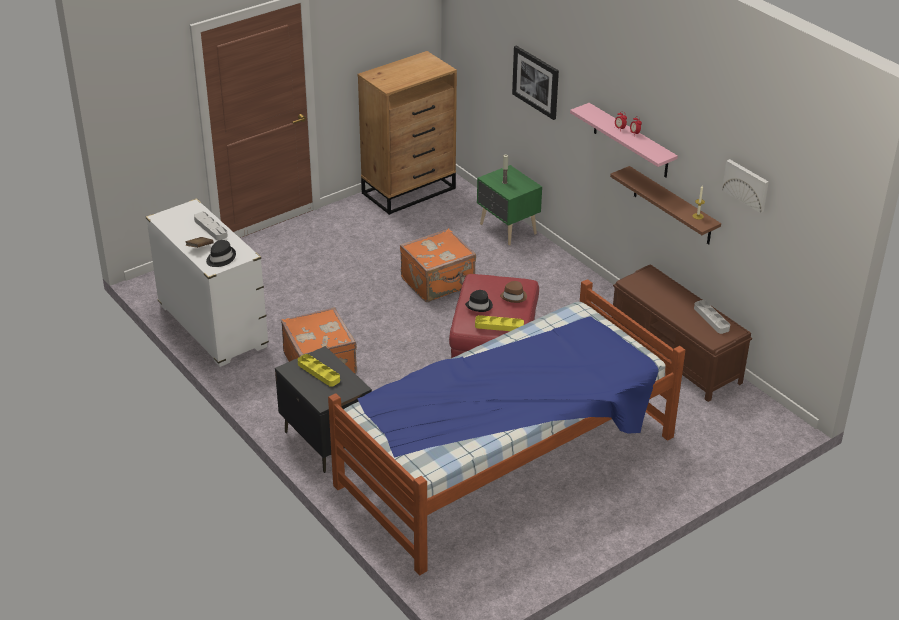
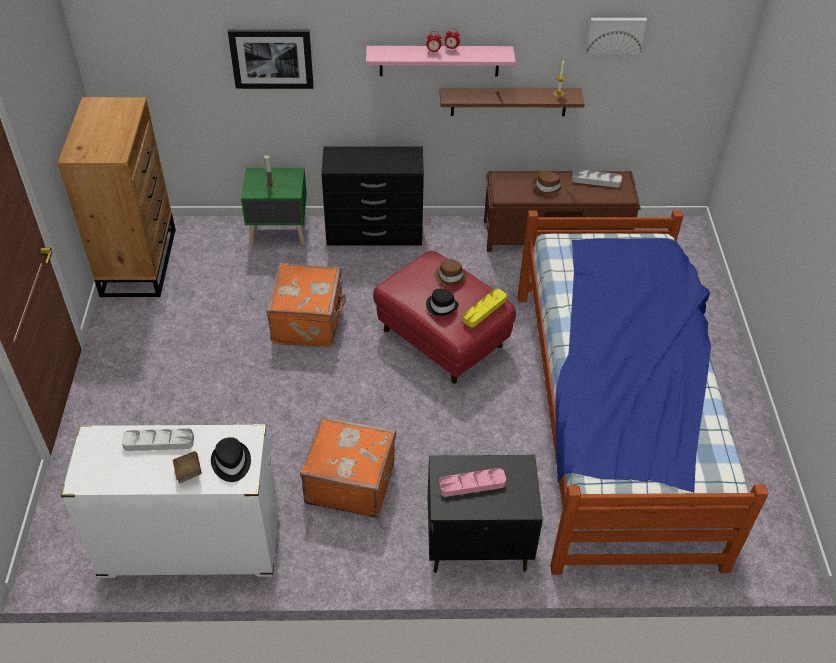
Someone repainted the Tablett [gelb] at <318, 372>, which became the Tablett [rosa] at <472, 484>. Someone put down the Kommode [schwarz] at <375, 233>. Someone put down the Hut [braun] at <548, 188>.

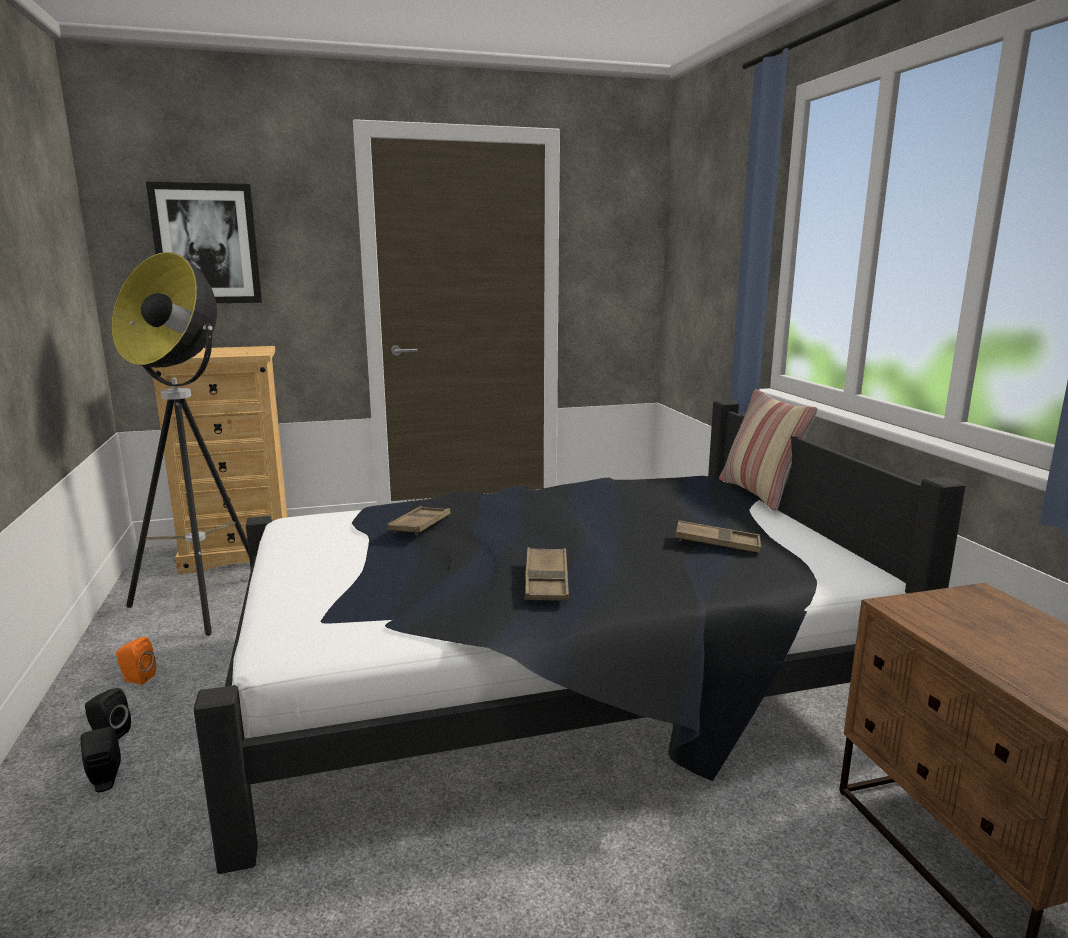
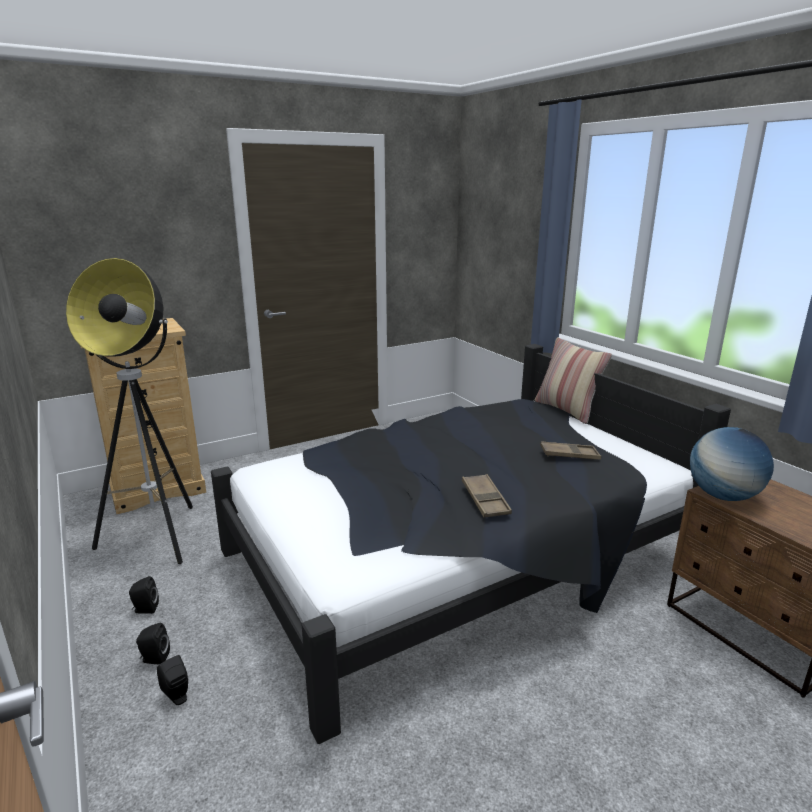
Someone took away the Bild at <206, 244>. Someone took away the Tablett [braun] at <420, 525>. Someone repainted the Lautsprecher [orange] at <137, 679>, which became the Lautsprecher [schwarz] at <145, 609>. Someone put down the Globus at <723, 496>.

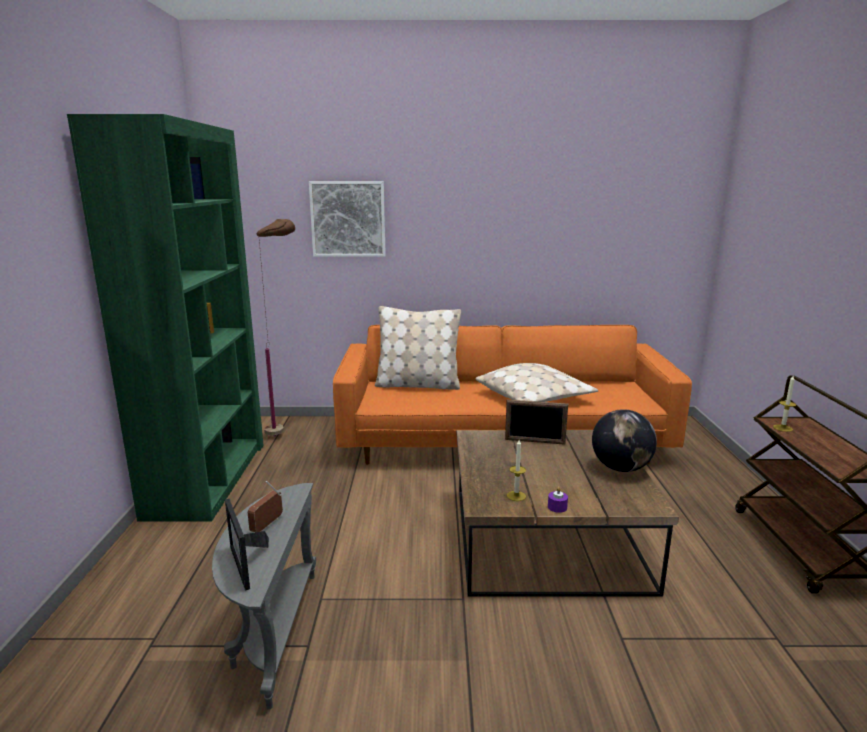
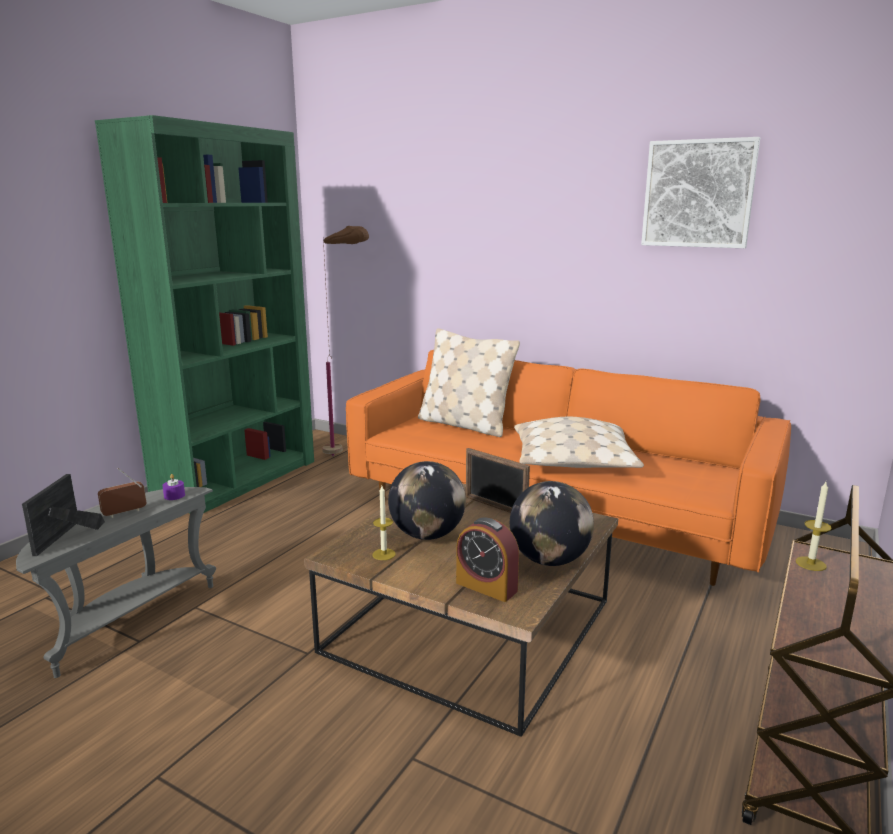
Someone carried the Bild from <348, 219> to <698, 194>. Someone carried the Kerze [lila] from <557, 507> to <174, 496>. Someone put down the Globus at <427, 535>. Someone put down the Wecker at <486, 586>.

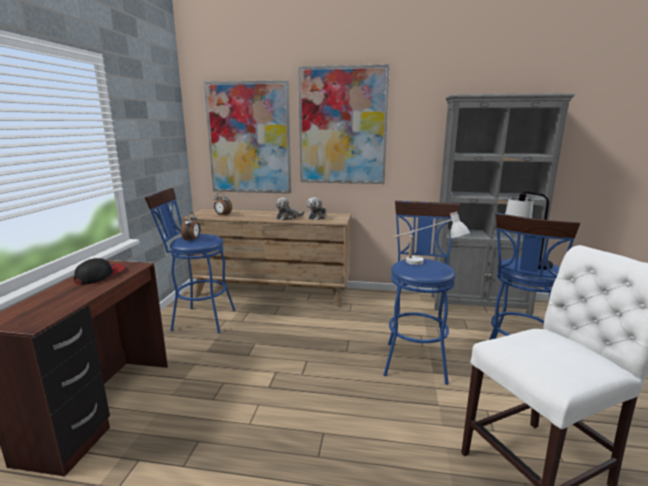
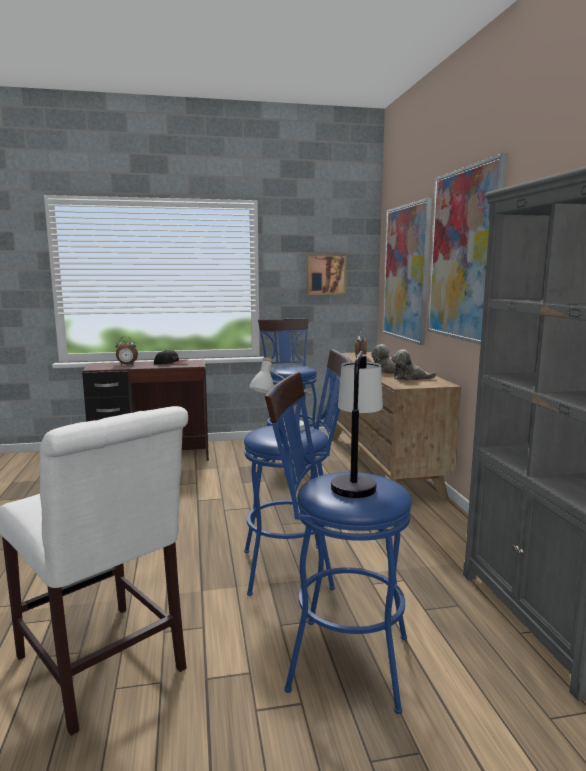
Someone carried the Wecker from <192, 240> to <127, 365>. Someone put up the Bild at <325, 274>.

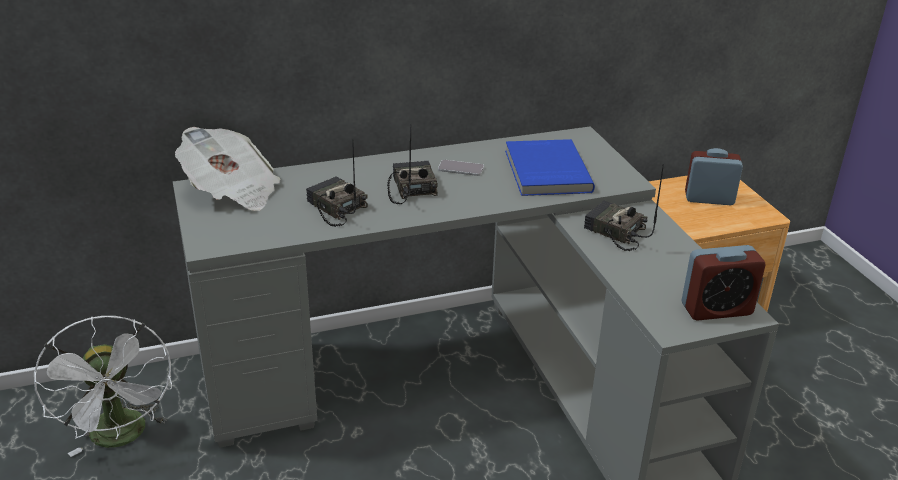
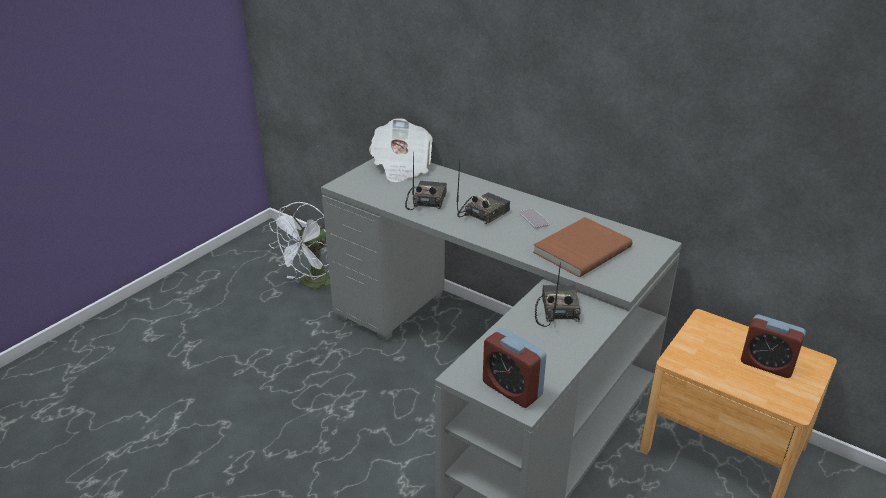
Someone repainted the Buch [blau] at <545, 171>, which became the Buch [braun] at <580, 249>. Someone rotated the Wecker at <709, 199> by 150 degrees clockwise.

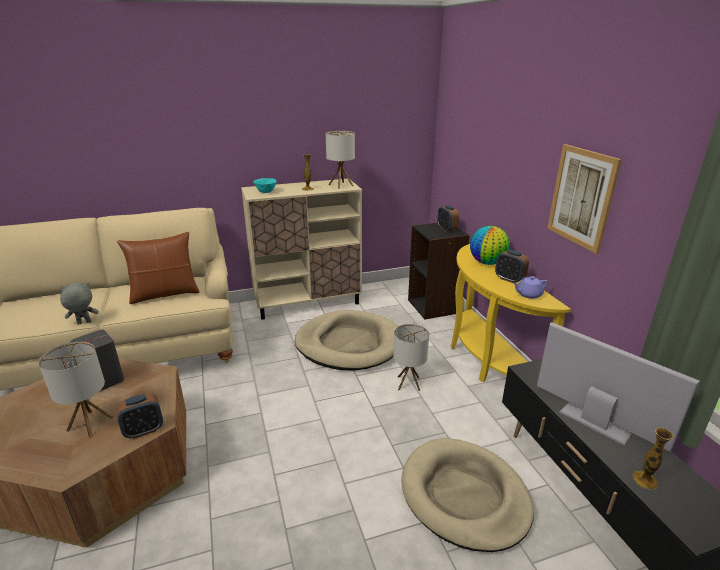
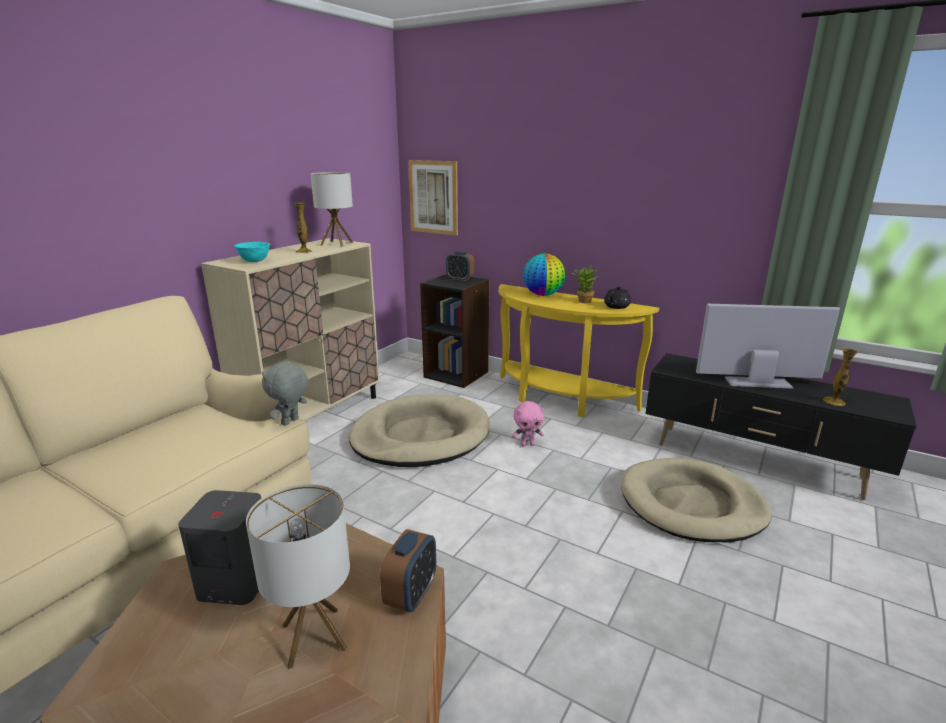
Someone carried the Bild from <581, 197> to <433, 197>. Someone took away the Kissen [braun] at <165, 294>. Someone swapped the Wecker at <509, 279> for the Topfpflanze at <582, 301>. Someone repainted the Teekanne [lila] at <528, 294>, which became the Teekanne [schwarz] at <616, 306>. Someone carried the Plüschtier [grau] from <84, 323> to <290, 422>. Someone swapped the Tischlampe at <409, 383> for the Plüschtier [rosa] at <527, 444>.

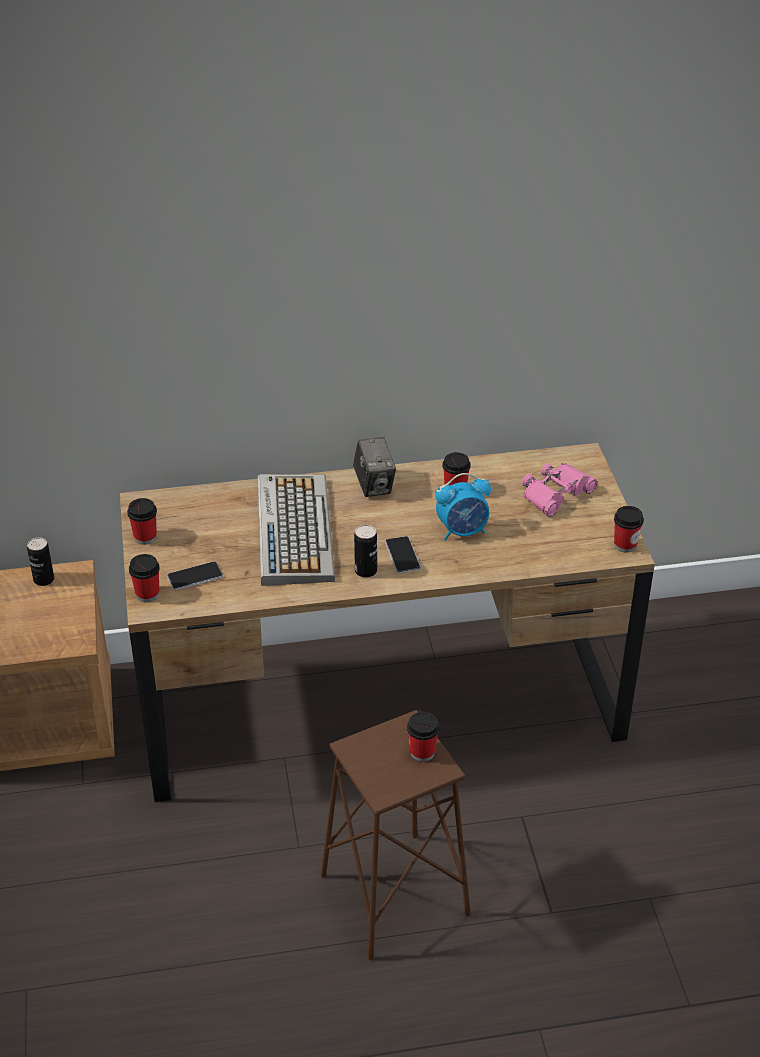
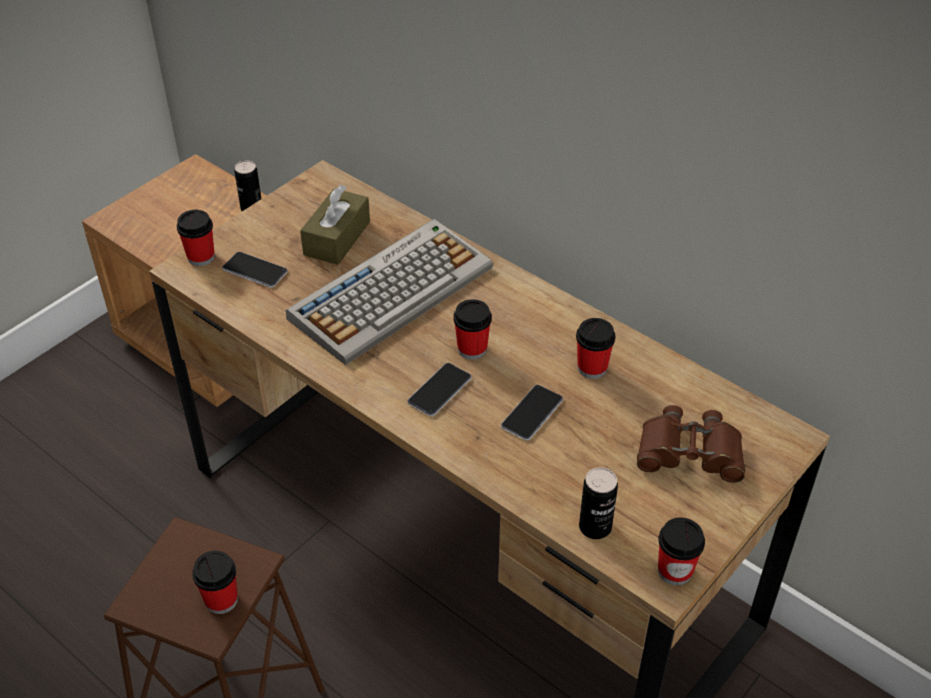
Someone took away the Kamera at <374, 485>. Someone repainted the Fernglas [rosa] at <555, 494>, which became the Fernglas [braun] at <689, 452>. Someone swapped the Wecker at <462, 531> for the Handy at <532, 413>. Someone carried the Tasse from <145, 537> to <472, 349>. Someone carried the Dose from <365, 571> to <595, 527>. Someone put down the Taschentuchbox [braun] at <337, 238>.

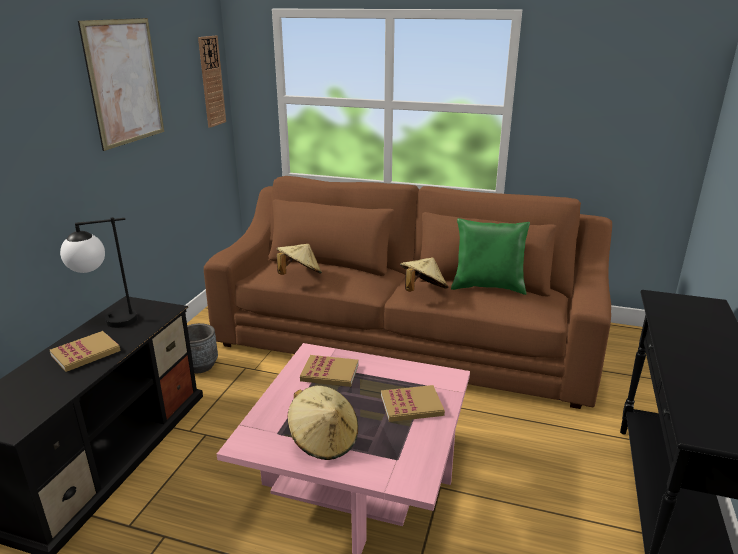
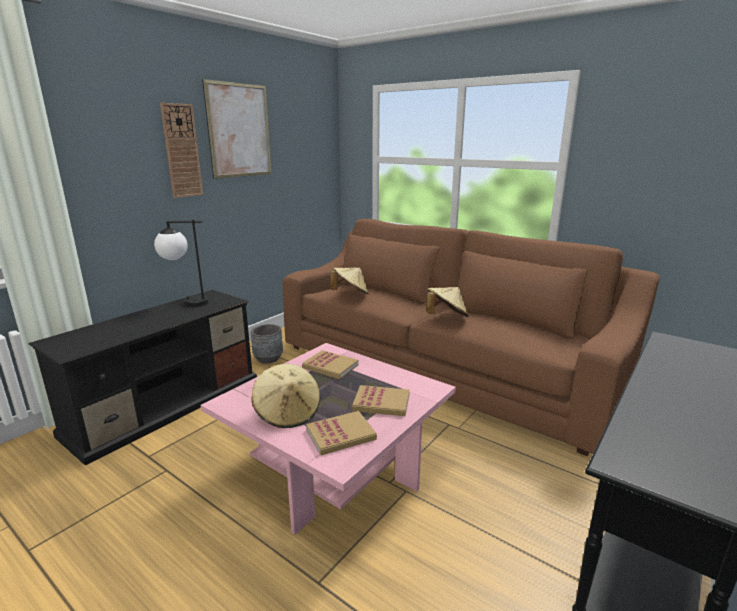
Someone carried the Wanduhr from <211, 81> to <182, 151>. Someone took away the Kissen [grün] at <488, 287>. Someone carried the Buch from <86, 353> to <341, 435>.

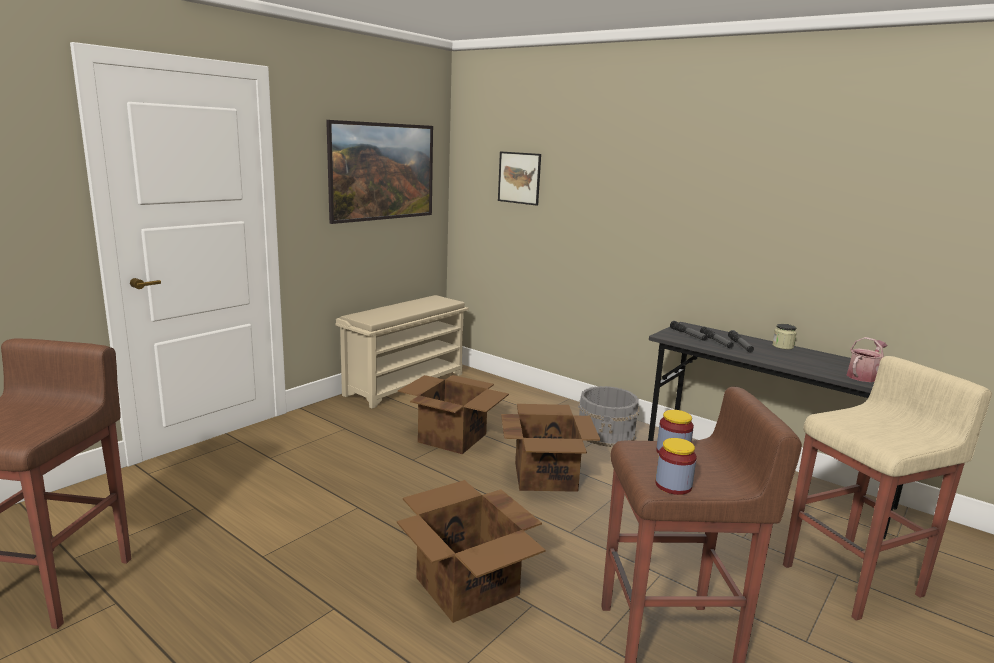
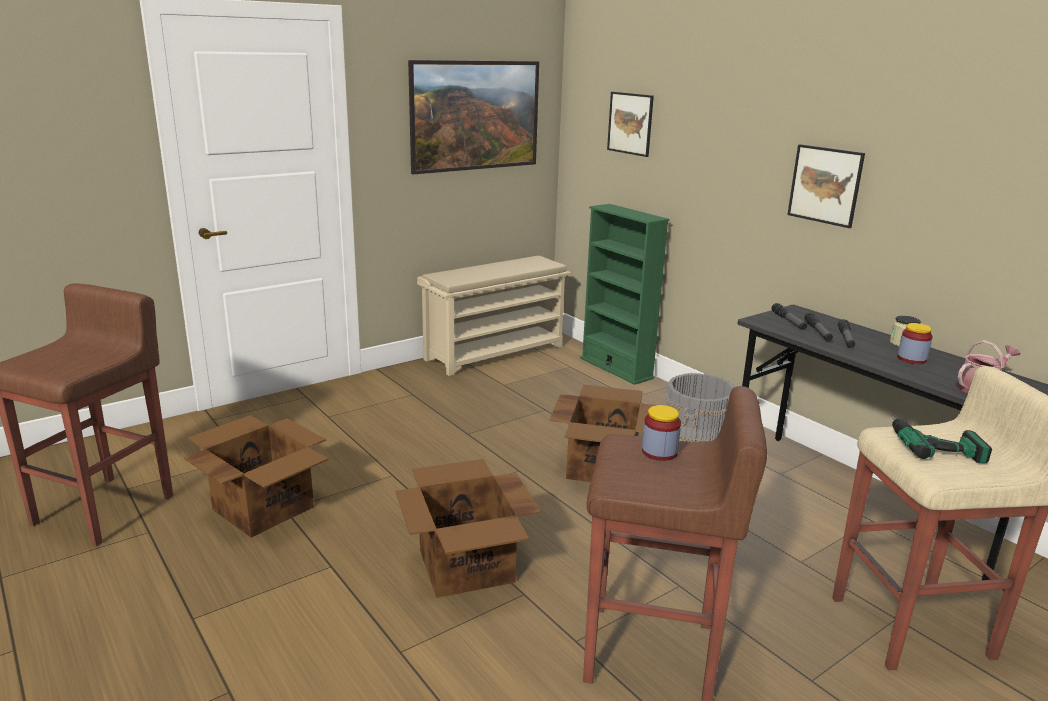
Someone carried the Karton from <451, 437> to <263, 507>. Someone carried the Vorratsglas from <673, 485> to <911, 359>. Someone put up the Bild at <825, 185>. Someone put down the Bücherregal [grün] at <616, 368>. Someone put down the Bohrmaschine at <931, 441>.

